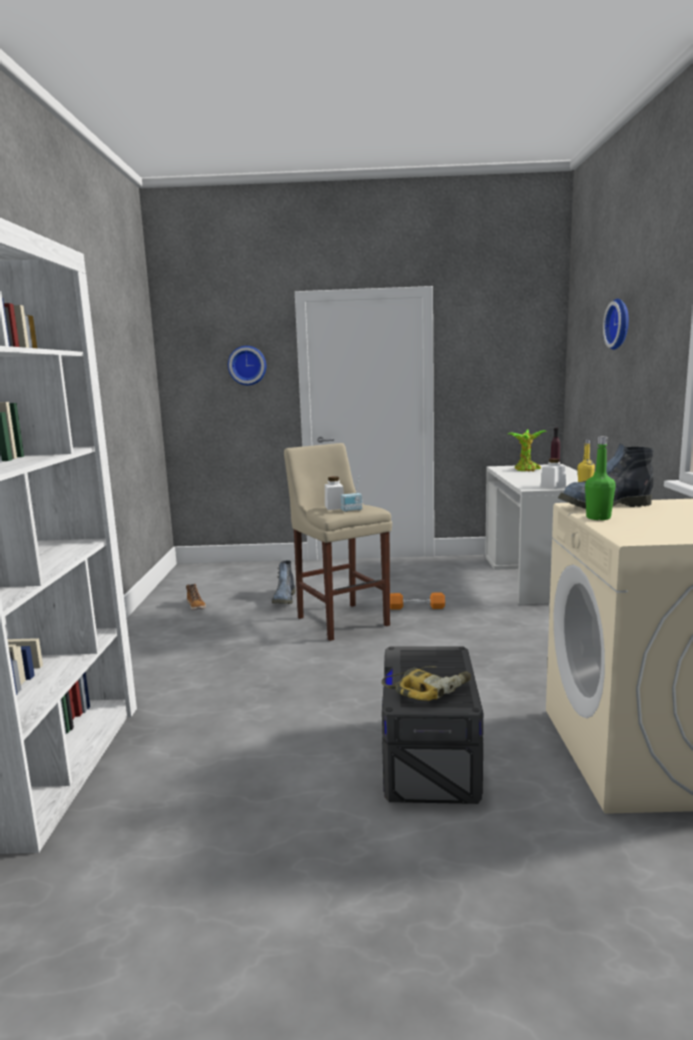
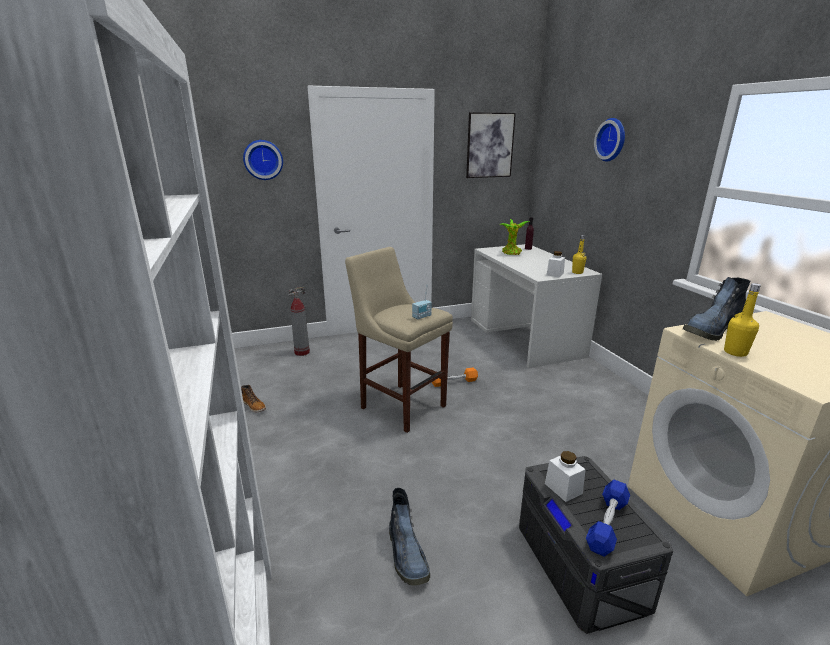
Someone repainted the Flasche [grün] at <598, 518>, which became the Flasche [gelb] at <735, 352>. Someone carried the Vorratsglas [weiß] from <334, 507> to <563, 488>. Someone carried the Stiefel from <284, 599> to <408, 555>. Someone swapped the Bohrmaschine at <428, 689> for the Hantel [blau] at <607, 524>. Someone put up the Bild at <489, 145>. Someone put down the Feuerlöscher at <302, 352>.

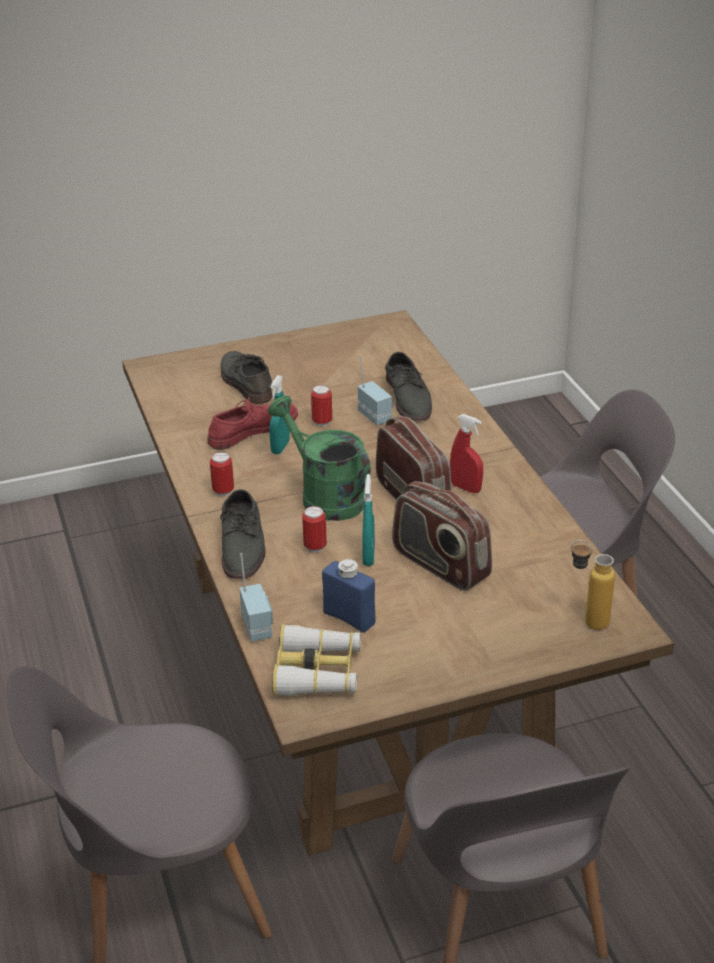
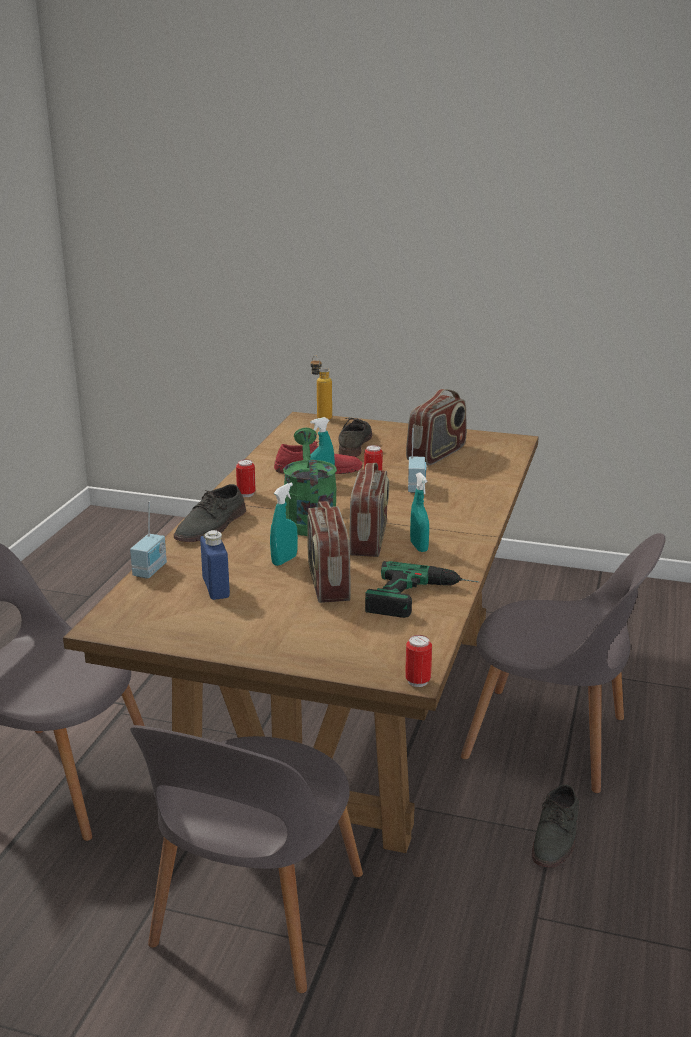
Someone carried the Schuh [grau] from <409, 398> to <556, 836>. Someone repainted the Sprühflasche [rot] at <465, 488>, which became the Sprühflasche [türkis] at <419, 547>. Someone carried the Dose from <315, 546> to <417, 681>. Someone carried the Flasche from <586, 621> to <320, 416>. Someone took away the Fernglas at <318, 672>. Someone put down the Radio at <437, 454>. Someone put down the Bohrmaschine at <422, 598>.

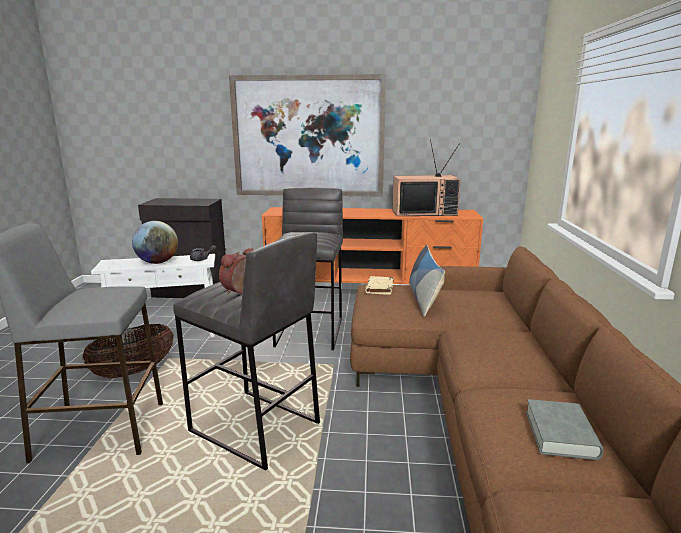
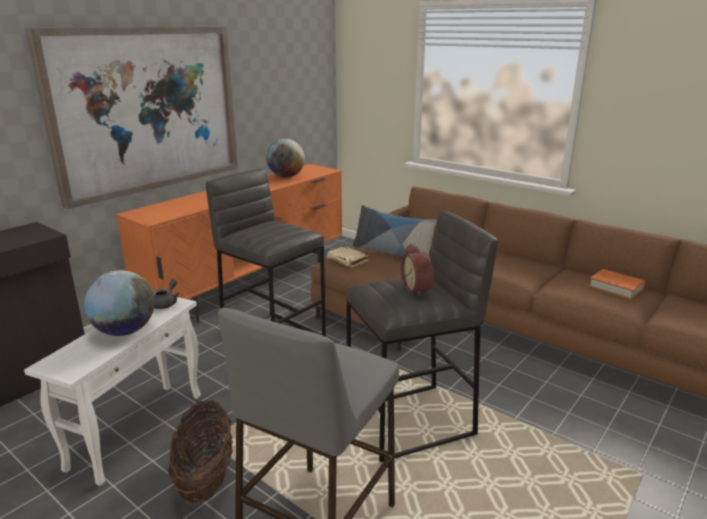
Someone swapped the Fernseher at <424, 212> for the Globus at <286, 176>. Someone repainted the Buch [grau] at <560, 434>, which became the Buch [orange] at <616, 288>.

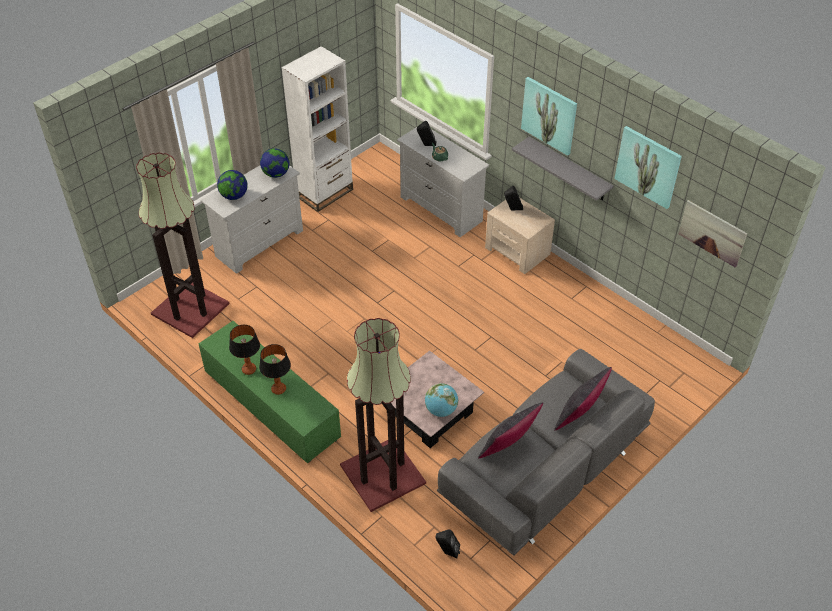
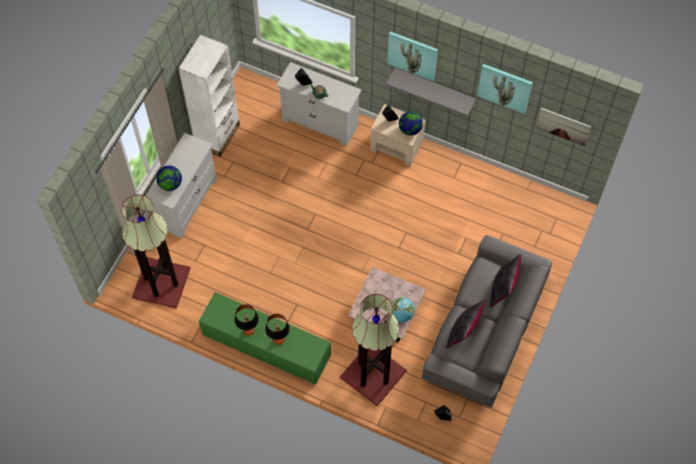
Someone carried the Globus from <276, 174> to <410, 129>.

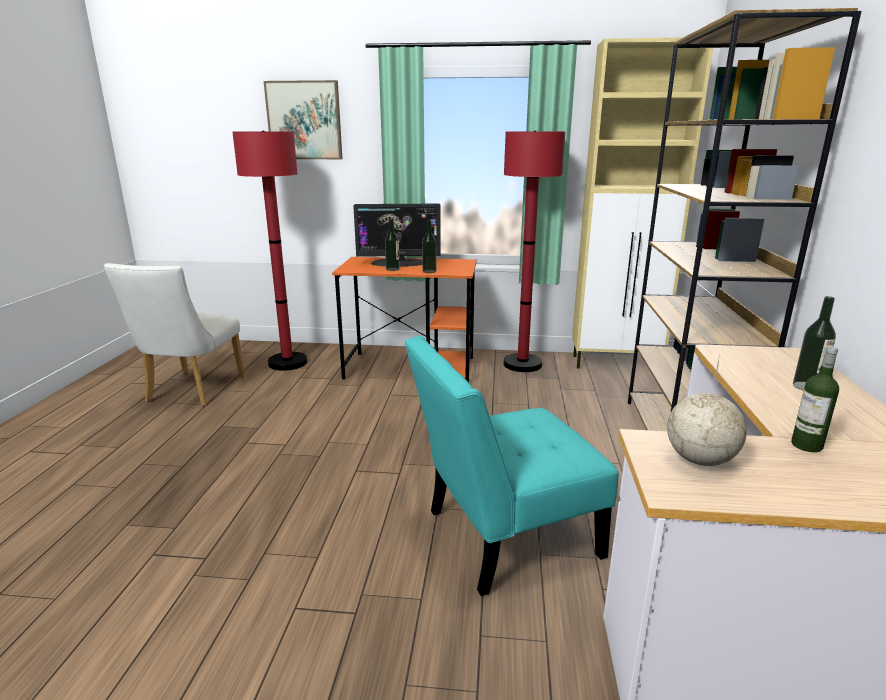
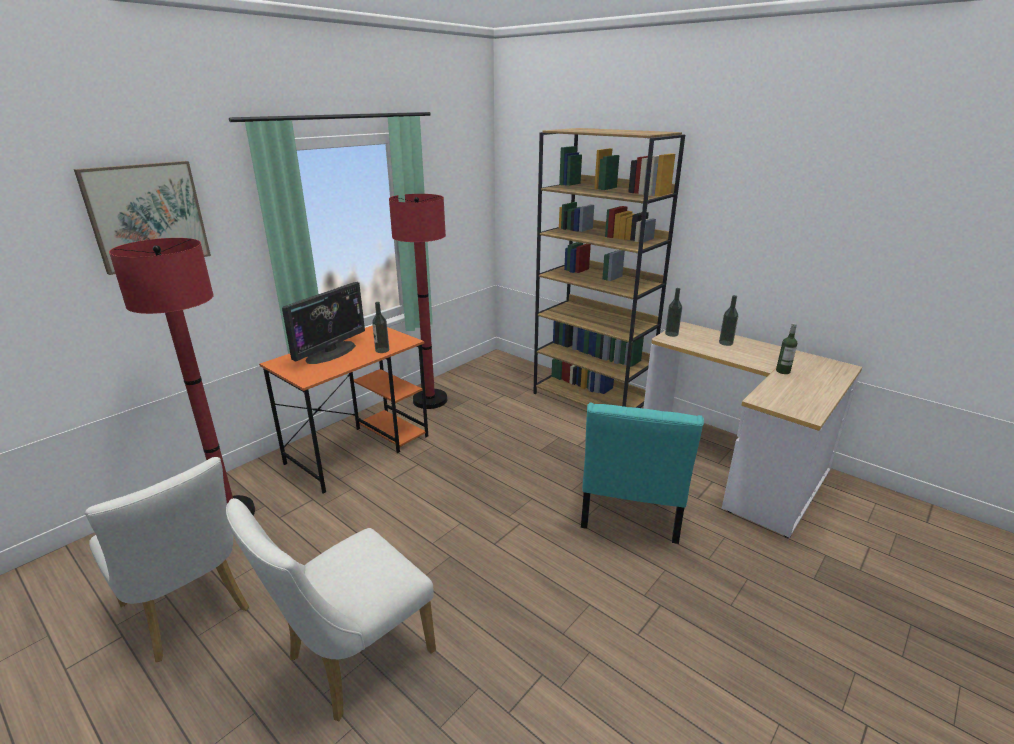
Someone took away the Schrank [beige] at <616, 363>. Someone carried the Flasche from <392, 269> to <671, 334>. Someone took away the Globus at <700, 460>. Someone put down the Stuhl [weiß] at <352, 660>.

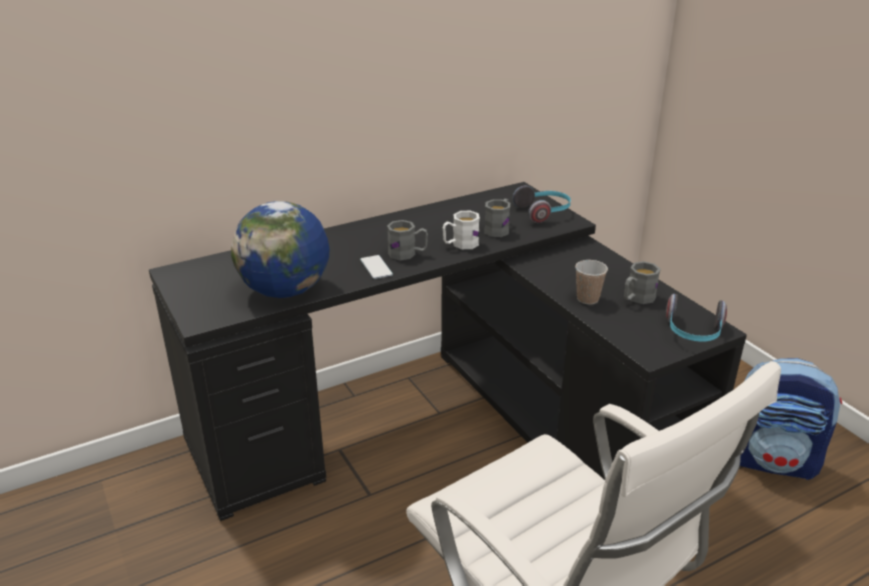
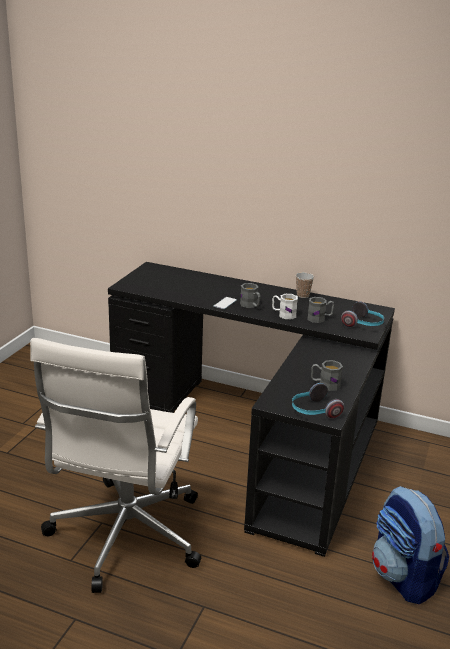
Someone took away the Globus at <285, 291>. Someone carried the Tasse from <587, 299> to <303, 295>.

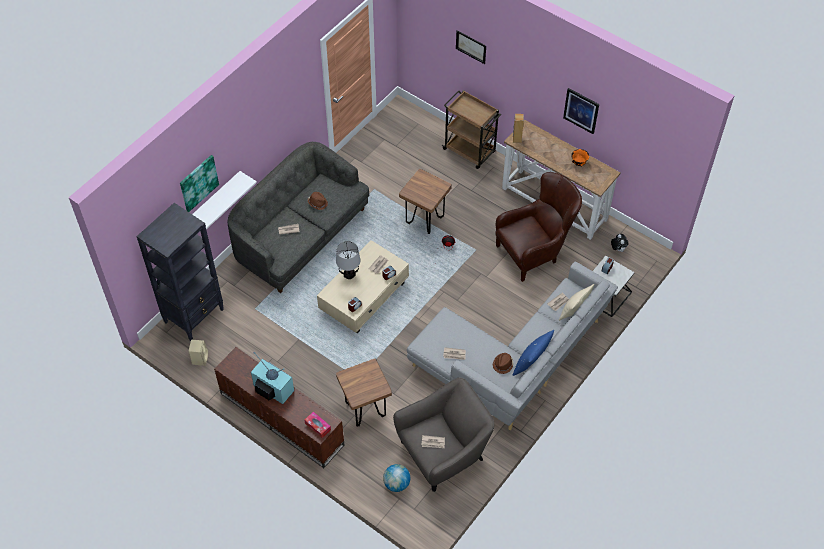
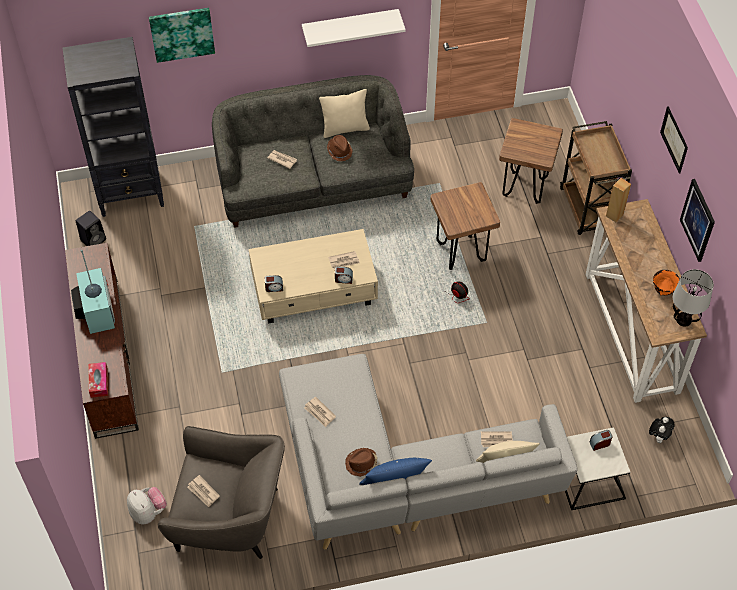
Someone carried the Bild from <471, 46> to <674, 139>. Someone carried the Wandregal [weiß] from <216, 199> to <350, 26>. Someone took away the Sessel [braun] at <535, 252>. Someone carried the Tischlampe from <349, 274> to <684, 319>. Someone repainted the Lautsprecher [beige] at <200, 358>, which became the Lautsprecher [schwarz] at <94, 239>. Someone carried the Hocker [braun] from <365, 410> to <524, 187>. Someone swapped the Globus at <396, 484> for the Plüschtier at <148, 512>. Someone put down the Kissen [beige] at <345, 128>.

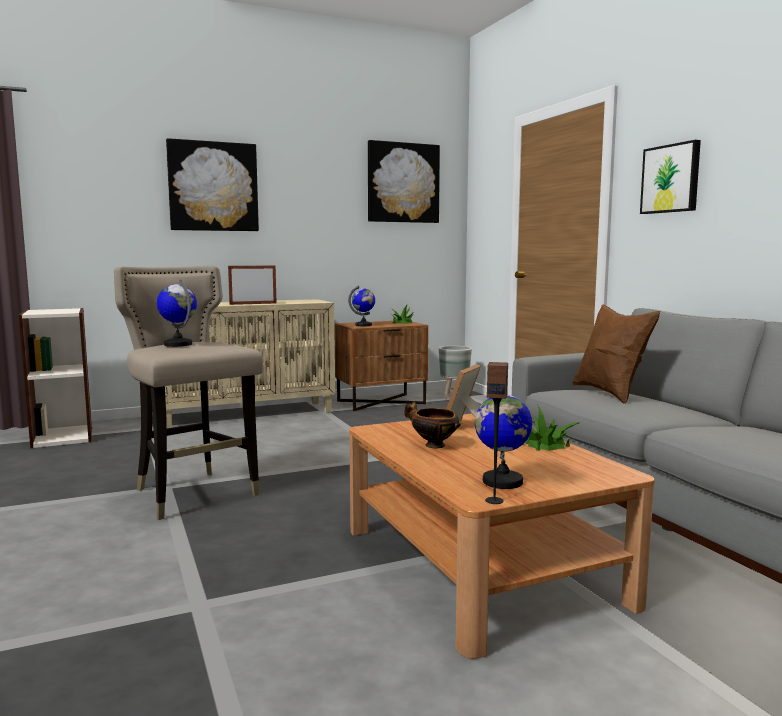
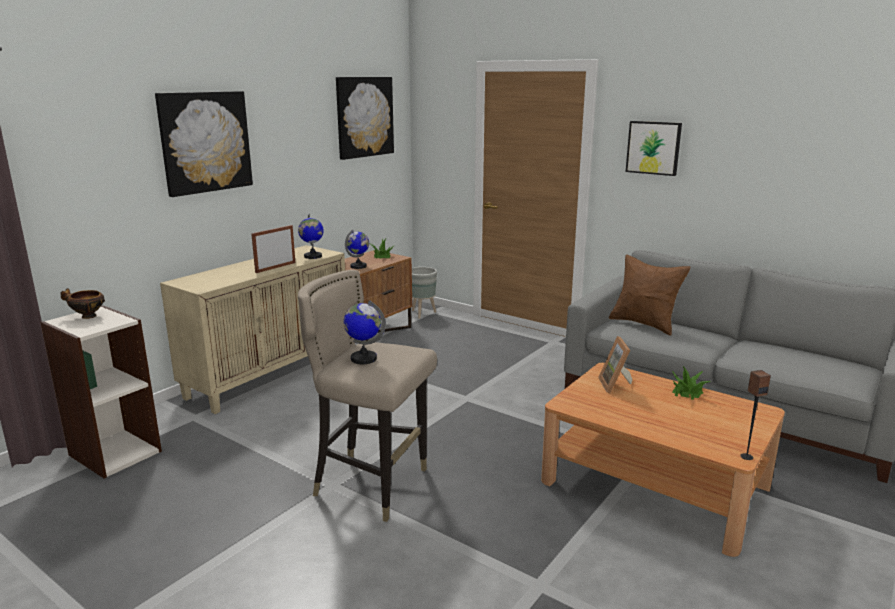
Someone carried the Globus from <502, 482> to <312, 256>. Someone carried the Schüssel from <432, 445> to <87, 316>.

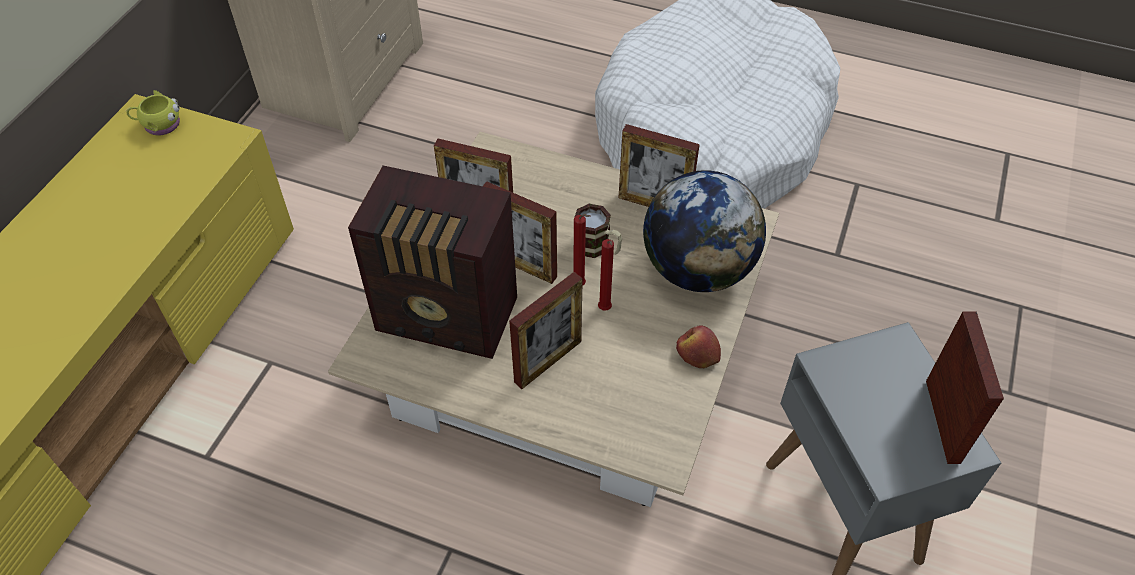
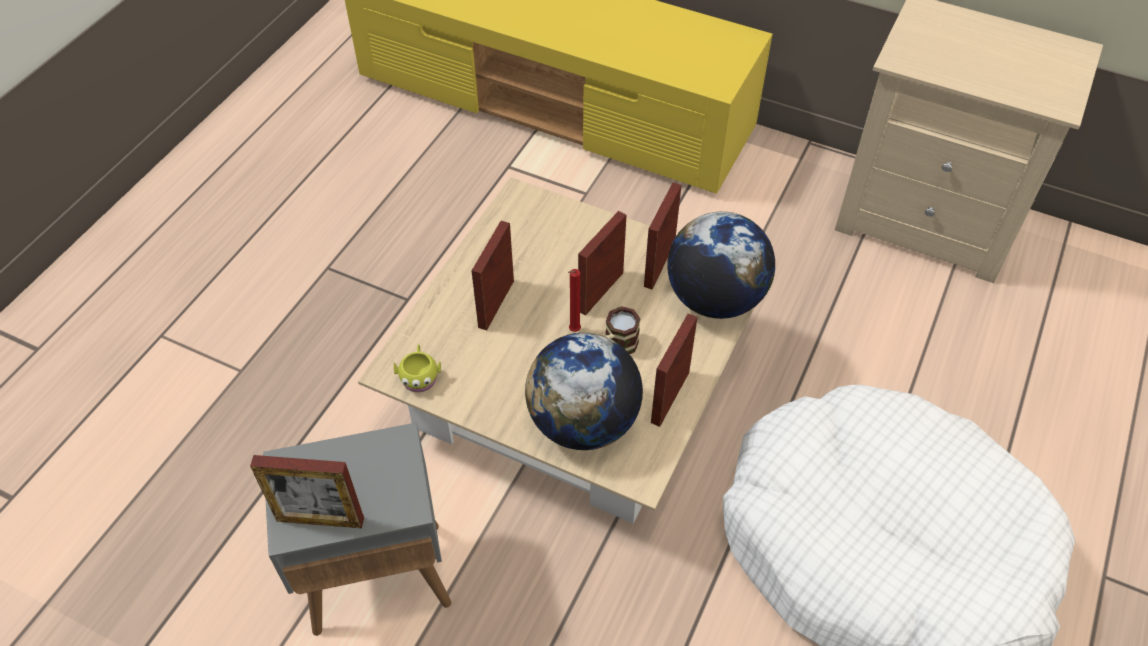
Someone carried the Henkelbecher [gelb] from <159, 125> to <419, 376>. Someone took away the Radio at <449, 318>. Someone took away the Kerze [rot] at <605, 310>. Someone rotated the Bilderrahmen at <548, 361> by 60 degrees clockwise. Someone took away the Apfel at <697, 354>. Someone put down the Globus at <714, 299>.

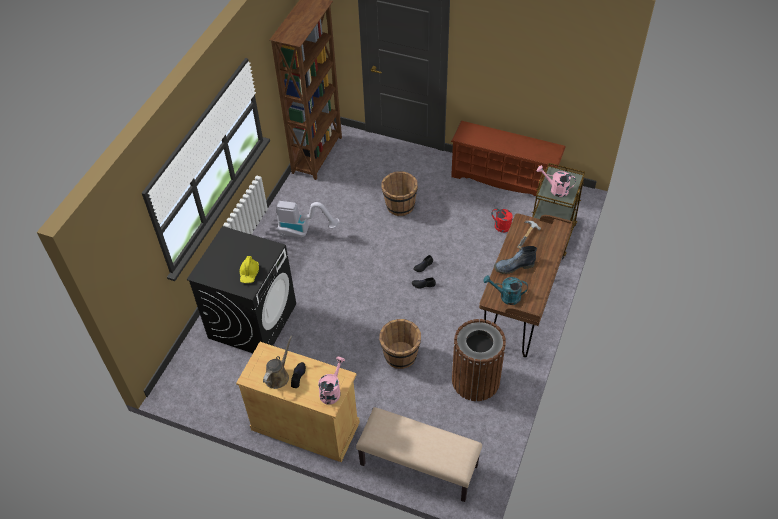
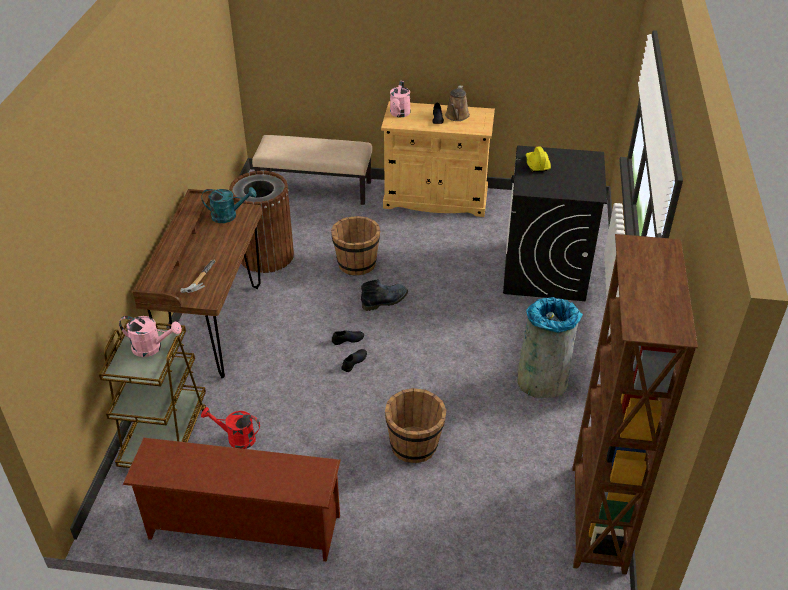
Someone swapped the Staubsauger at <304, 231> for the Mülleimer [grau] at <543, 381>. Someone carried the Stiefel from <513, 267> to <385, 300>.

